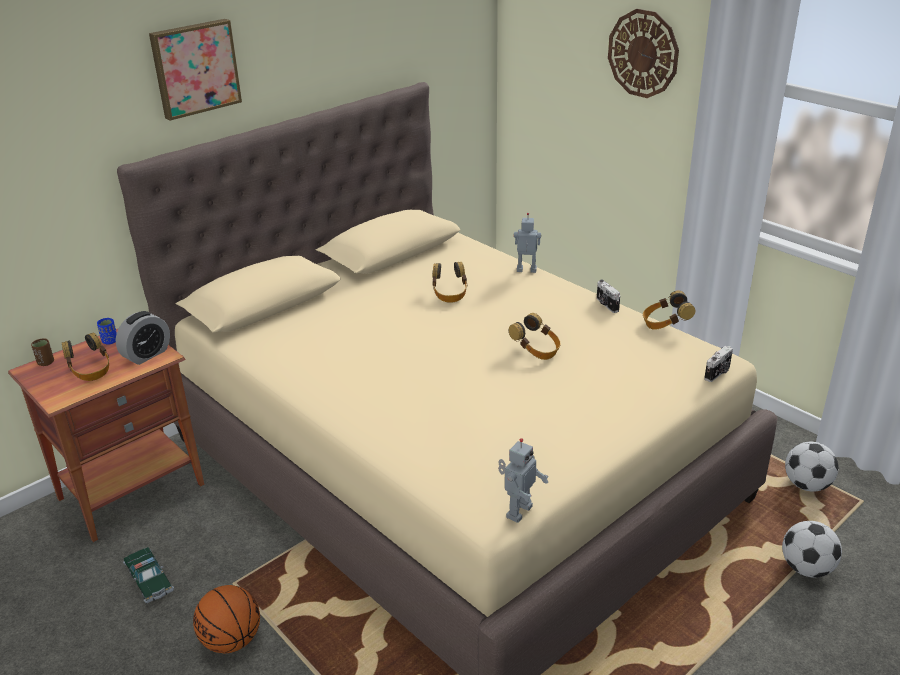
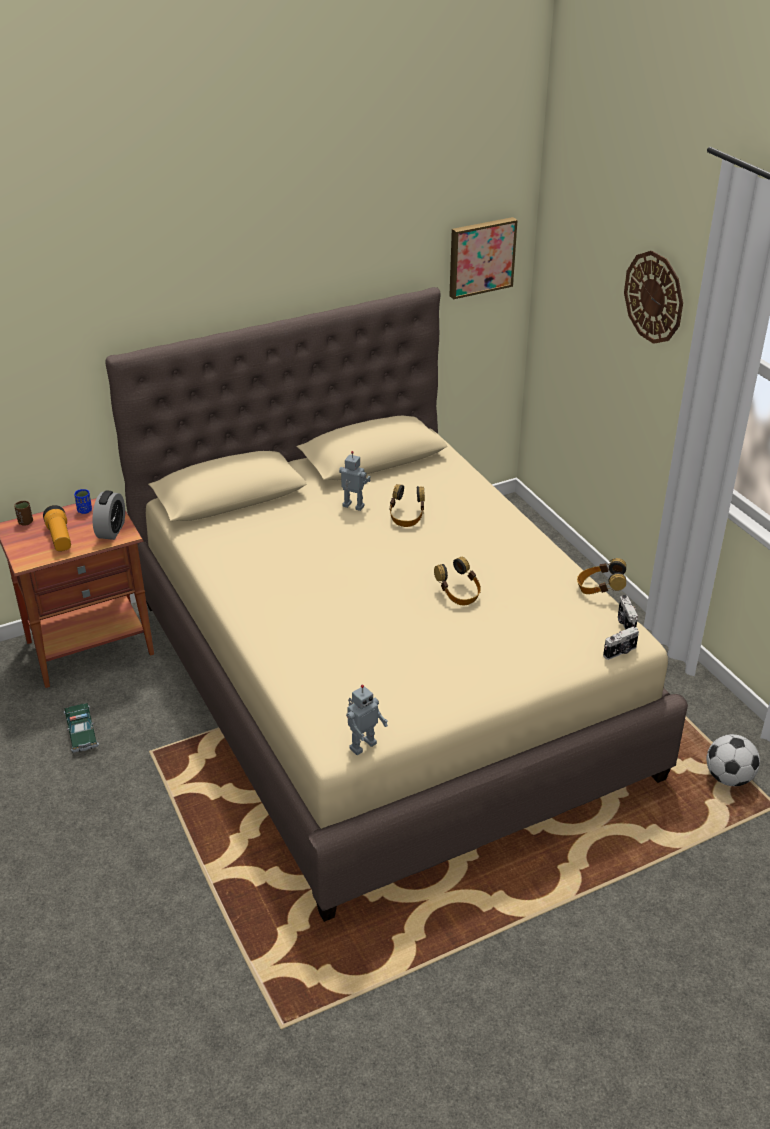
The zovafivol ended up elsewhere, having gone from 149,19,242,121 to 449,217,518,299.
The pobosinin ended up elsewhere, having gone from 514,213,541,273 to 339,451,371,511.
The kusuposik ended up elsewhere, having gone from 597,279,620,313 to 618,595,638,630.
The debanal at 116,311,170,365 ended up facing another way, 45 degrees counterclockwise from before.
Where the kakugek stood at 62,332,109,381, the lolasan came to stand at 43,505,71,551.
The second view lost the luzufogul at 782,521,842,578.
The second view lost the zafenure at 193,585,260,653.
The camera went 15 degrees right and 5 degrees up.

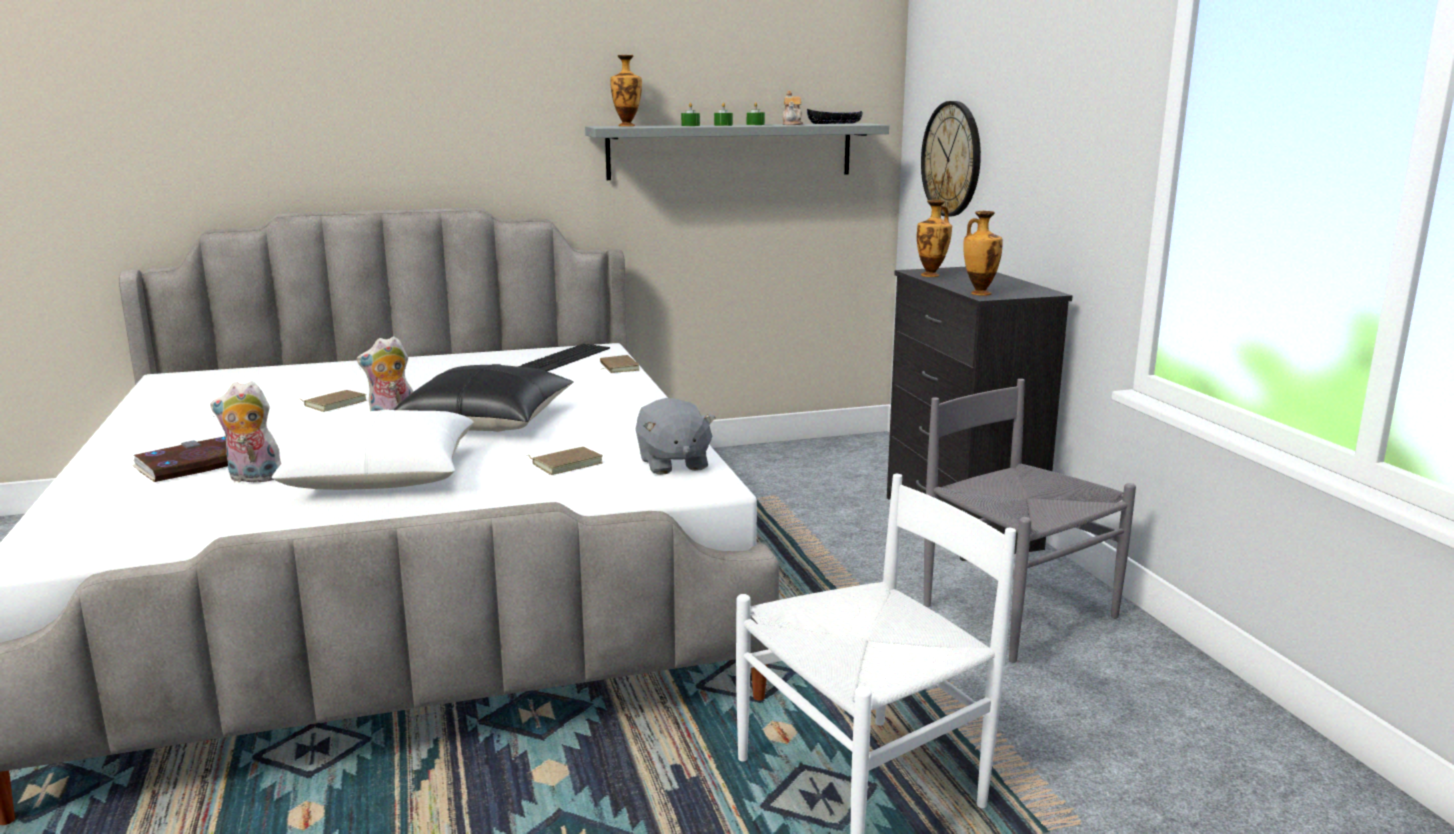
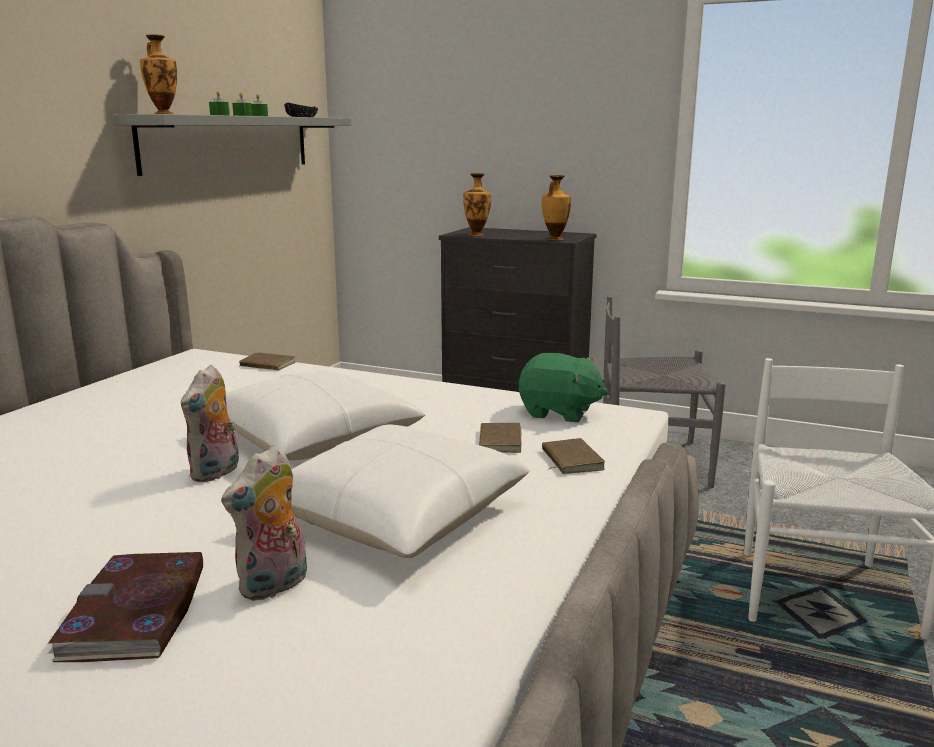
The second view lost the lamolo at 783,91,803,125.
The second view lost the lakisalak at 921,101,981,217.
The second view lost the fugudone at 518,344,610,371.
What was the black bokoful at 394,364,573,432 turned into the white bokoful at 226,370,426,461.
The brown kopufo ended up elsewhere, having gone from 301,390,366,412 to 542,438,605,474.
What was the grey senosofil at 636,398,715,475 turned into the green senosofil at 519,353,608,422.
The camera went 50 degrees left and 0 degrees up.

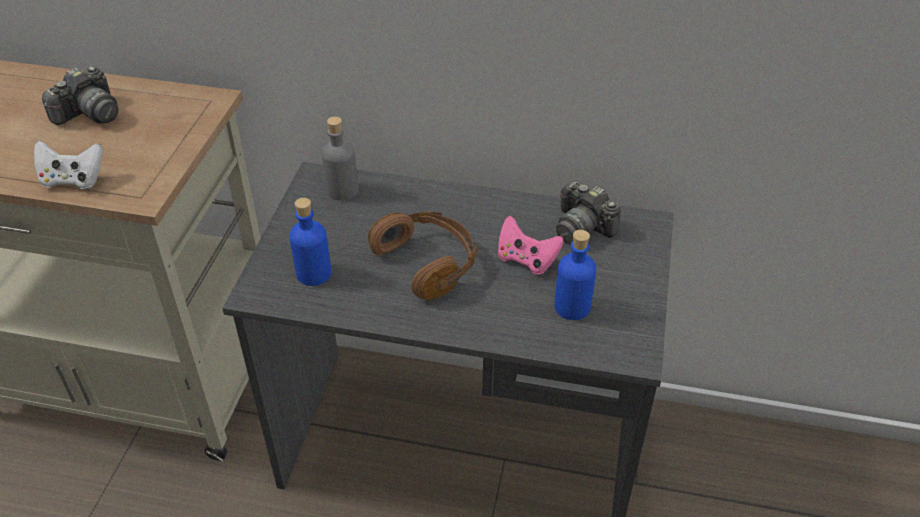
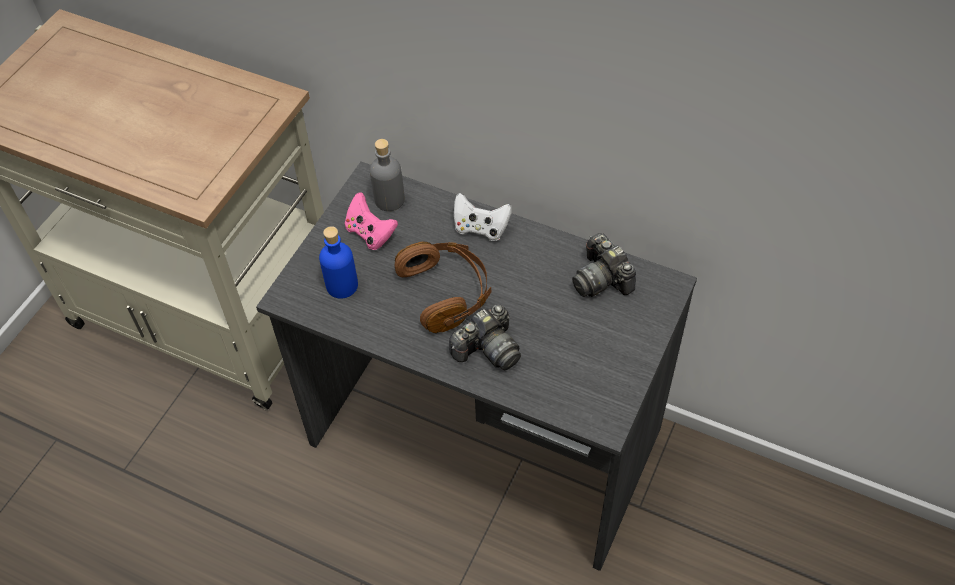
The kusuposik ended up elsewhere, having gone from 42,66,119,125 to 449,304,521,370.
The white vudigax ended up elsewhere, having gone from 34,141,103,190 to 454,193,512,241.
The pink vudigax ended up elsewhere, having gone from 498,216,564,275 to 345,192,398,250.
The second view lost the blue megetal at 554,230,596,320.
The camera went 15 degrees right and 10 degrees up.

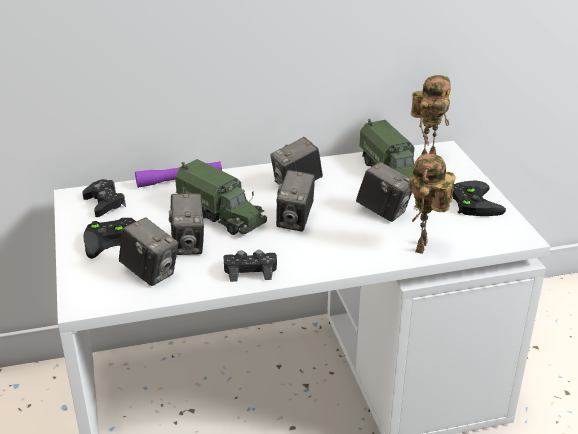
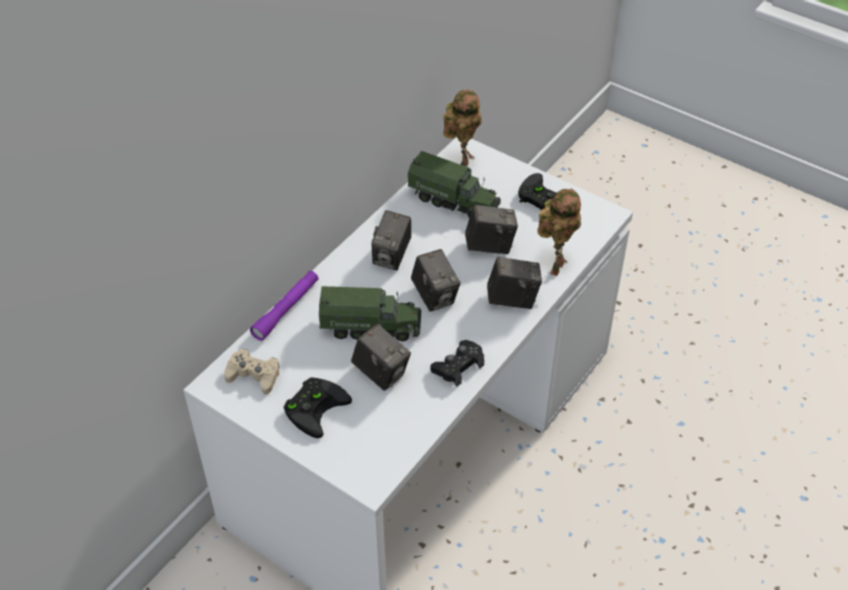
The pobosinin at 409,154,456,254 ended up facing another way, 135 degrees counterclockwise from before.
What was the black vudigax at 82,179,126,217 turned into the beige vudigax at 224,349,279,395.
The kusuposik ended up elsewhere, having gone from 119,217,179,286 to 487,257,542,309.
The camera went 40 degrees left and 15 degrees up.

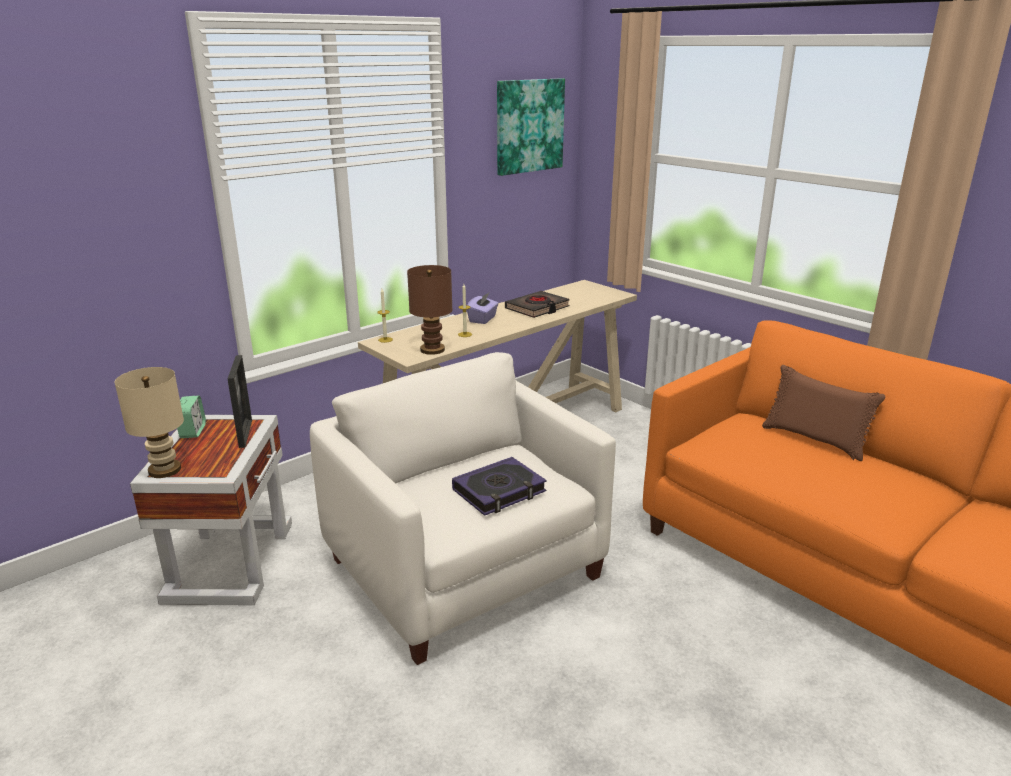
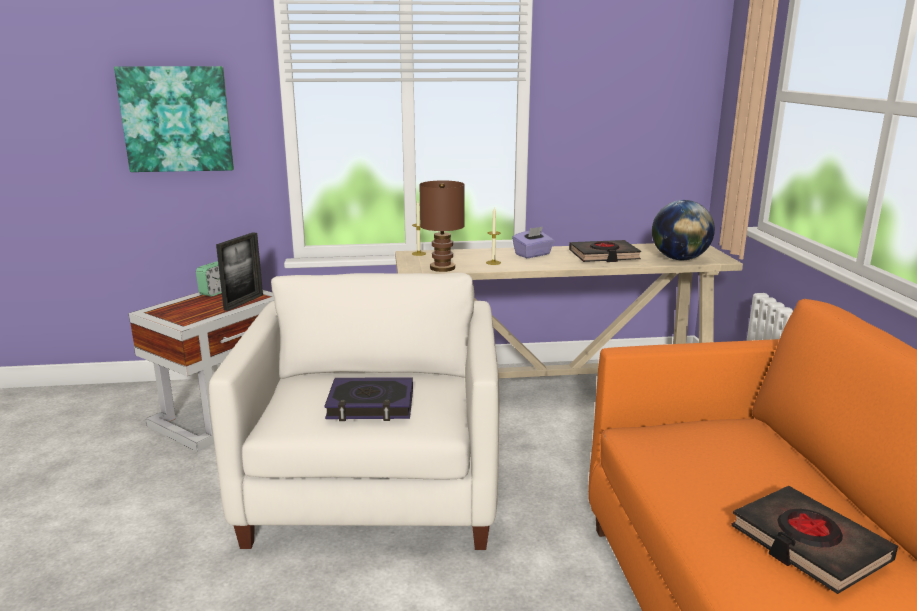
The zovafivol ended up elsewhere, having gone from 497,78,565,176 to 114,66,234,172.
The second view lost the brown bokoful at 762,365,885,461.
The second view lost the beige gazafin at 115,367,184,478.
The second view gained the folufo at 652,200,715,260.
The second view gained the black kopufo at 731,486,898,594.
The camera went 35 degrees right and 5 degrees down.

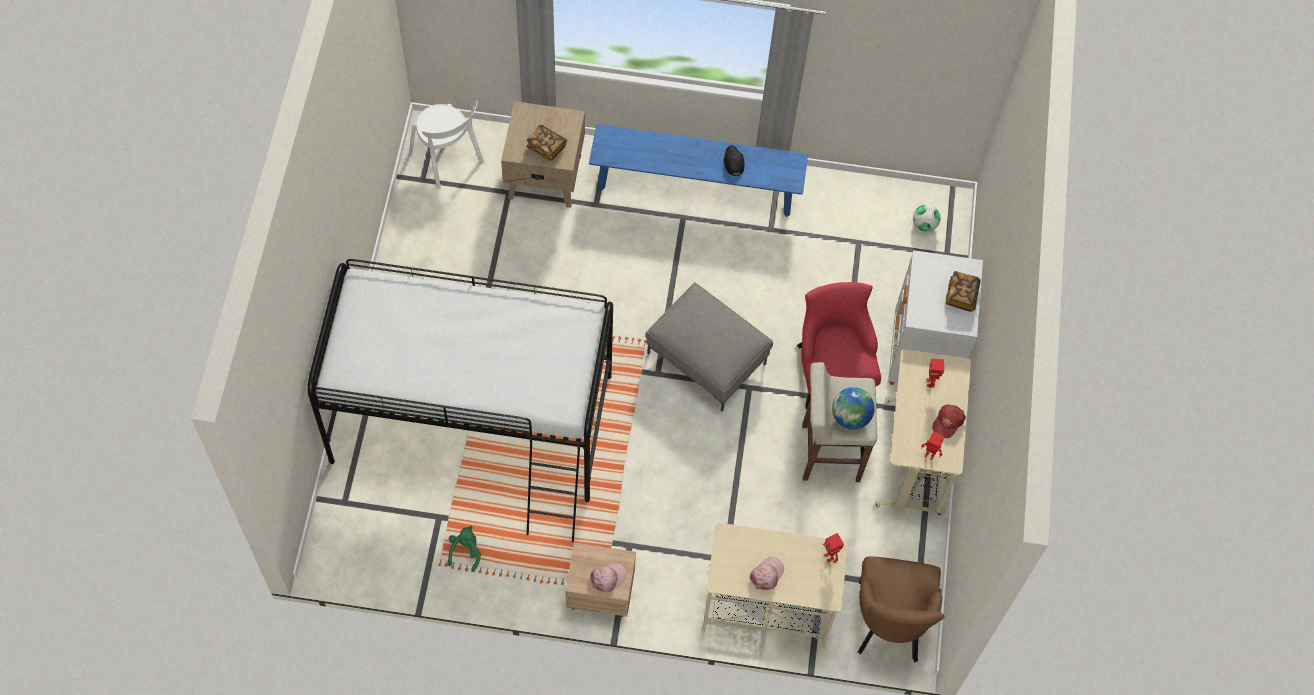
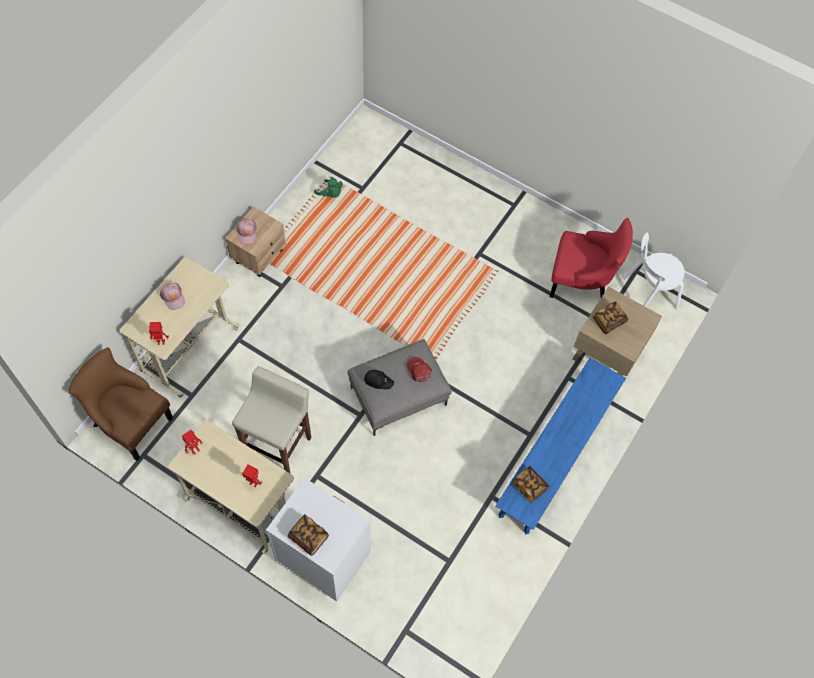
The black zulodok ended up elsewhere, having gone from 724,145,744,176 to 364,370,394,389.
The second view lost the luzufogul at 913,204,941,232.
The second view lost the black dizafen at 308,259,613,542.
The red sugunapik ended up elsewhere, having gone from 797,282,881,409 to 550,218,633,298.
The second view lost the folufo at 832,387,875,430.
The red zulodok ended up elsewhere, having gone from 932,404,966,438 to 407,357,432,382.
The second view gained the kopufo at 512,466,550,503.
The camera went 115 degrees right and 0 degrees up.

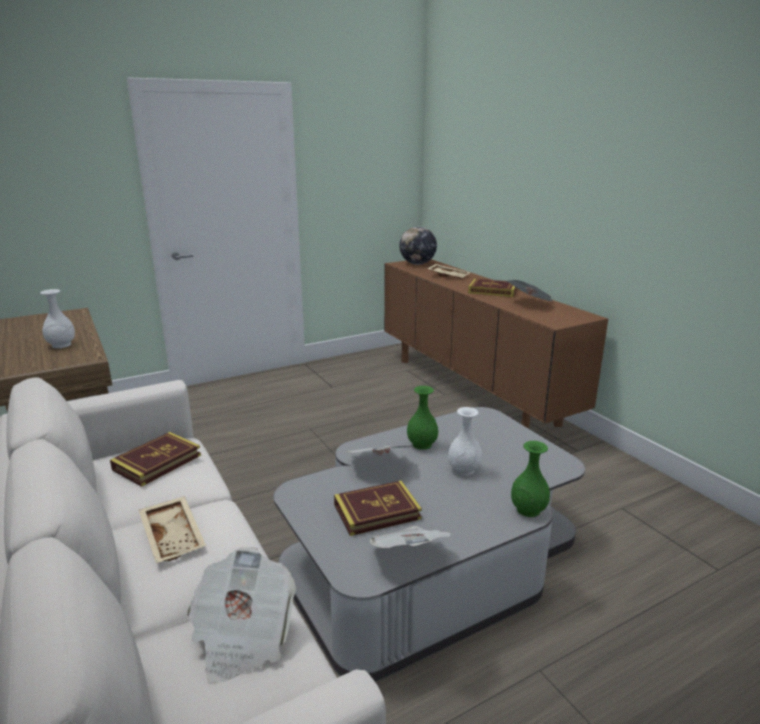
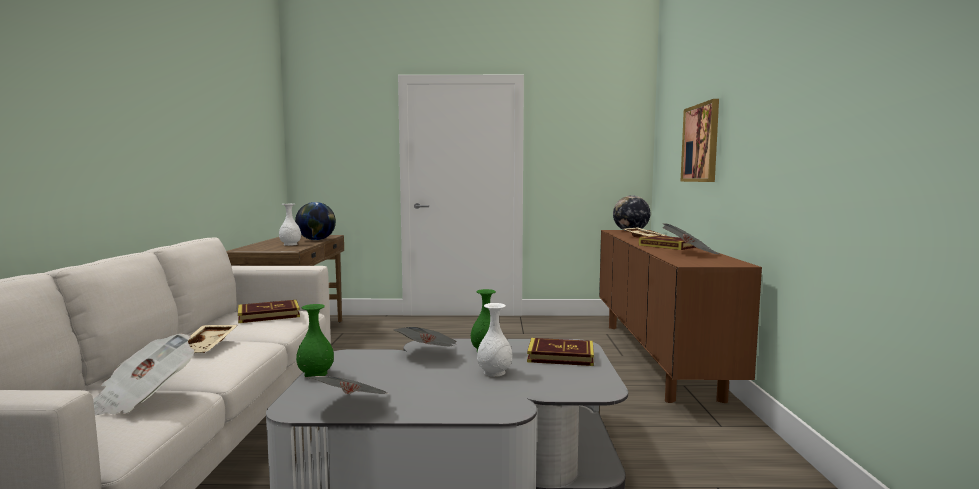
The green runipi ended up elsewhere, having gone from 511,441,550,517 to 296,304,334,377.
The kopufo ended up elsewhere, having gone from 334,481,422,536 to 527,338,594,366.
The second view gained the zovafivol at 681,99,719,182.
The second view gained the folufo at 295,202,336,240.
The camera went 30 degrees right and 15 degrees down.

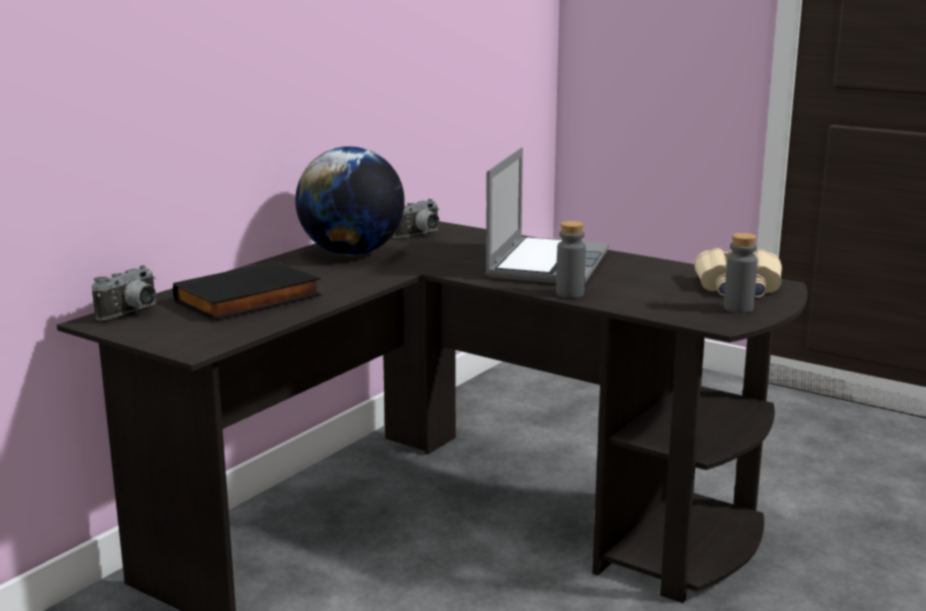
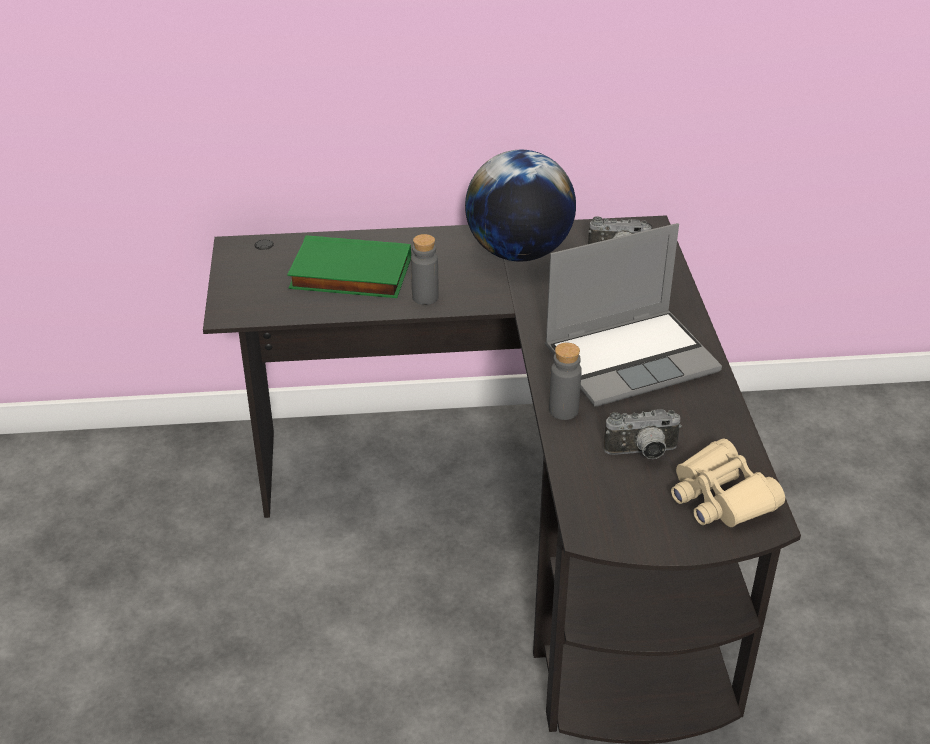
The grey megetal ended up elsewhere, having gone from 724,233,758,313 to 411,234,439,305.
What was the black kopufo at 173,261,321,321 turned into the green kopufo at 287,236,411,298.
The kusuposik ended up elsewhere, having gone from 92,265,156,320 to 604,409,682,459.
The camera went 50 degrees right and 20 degrees up.

